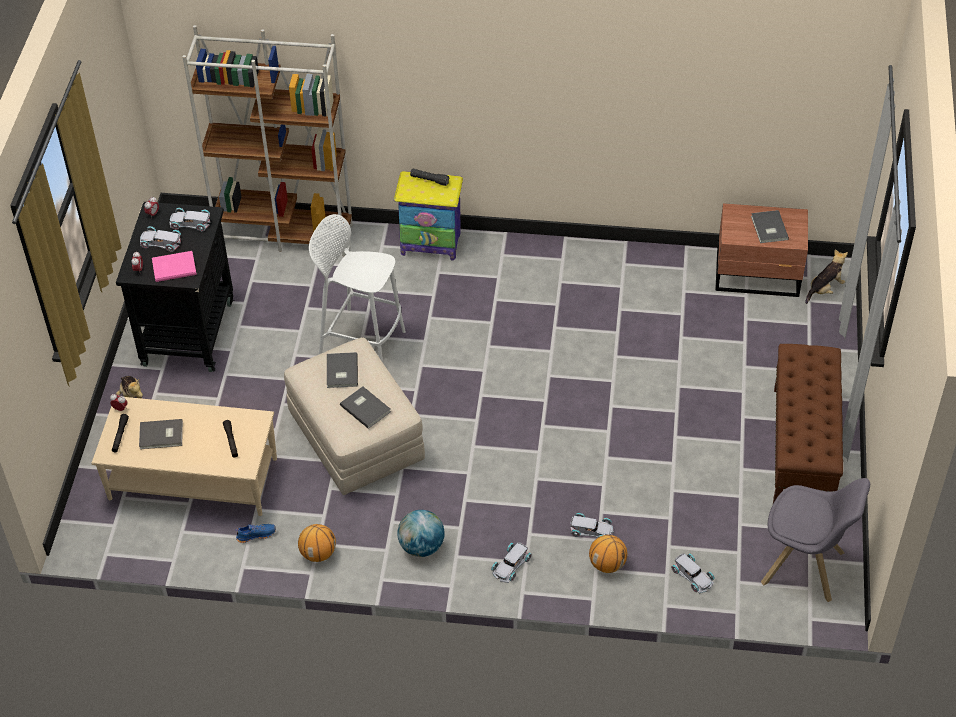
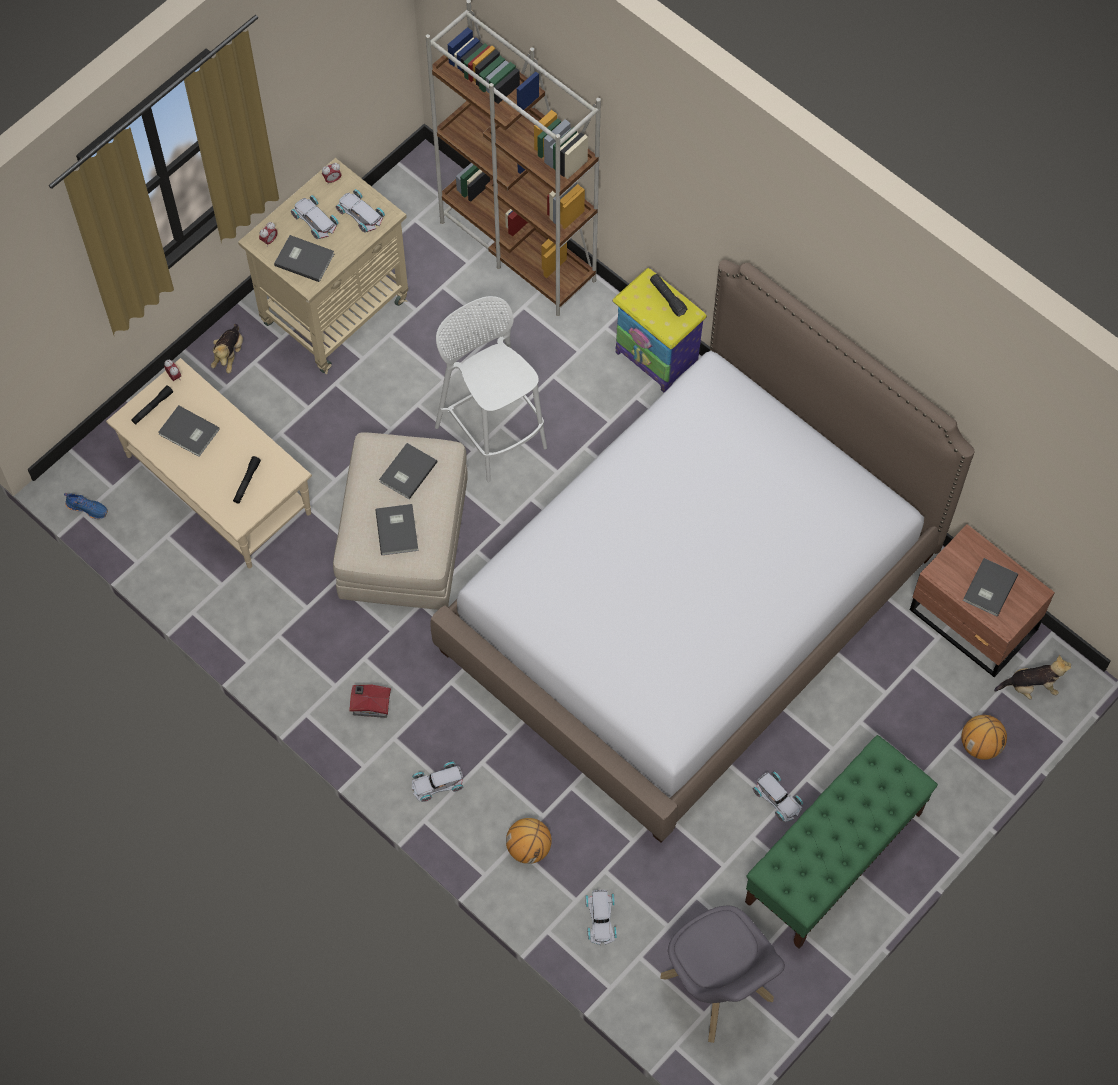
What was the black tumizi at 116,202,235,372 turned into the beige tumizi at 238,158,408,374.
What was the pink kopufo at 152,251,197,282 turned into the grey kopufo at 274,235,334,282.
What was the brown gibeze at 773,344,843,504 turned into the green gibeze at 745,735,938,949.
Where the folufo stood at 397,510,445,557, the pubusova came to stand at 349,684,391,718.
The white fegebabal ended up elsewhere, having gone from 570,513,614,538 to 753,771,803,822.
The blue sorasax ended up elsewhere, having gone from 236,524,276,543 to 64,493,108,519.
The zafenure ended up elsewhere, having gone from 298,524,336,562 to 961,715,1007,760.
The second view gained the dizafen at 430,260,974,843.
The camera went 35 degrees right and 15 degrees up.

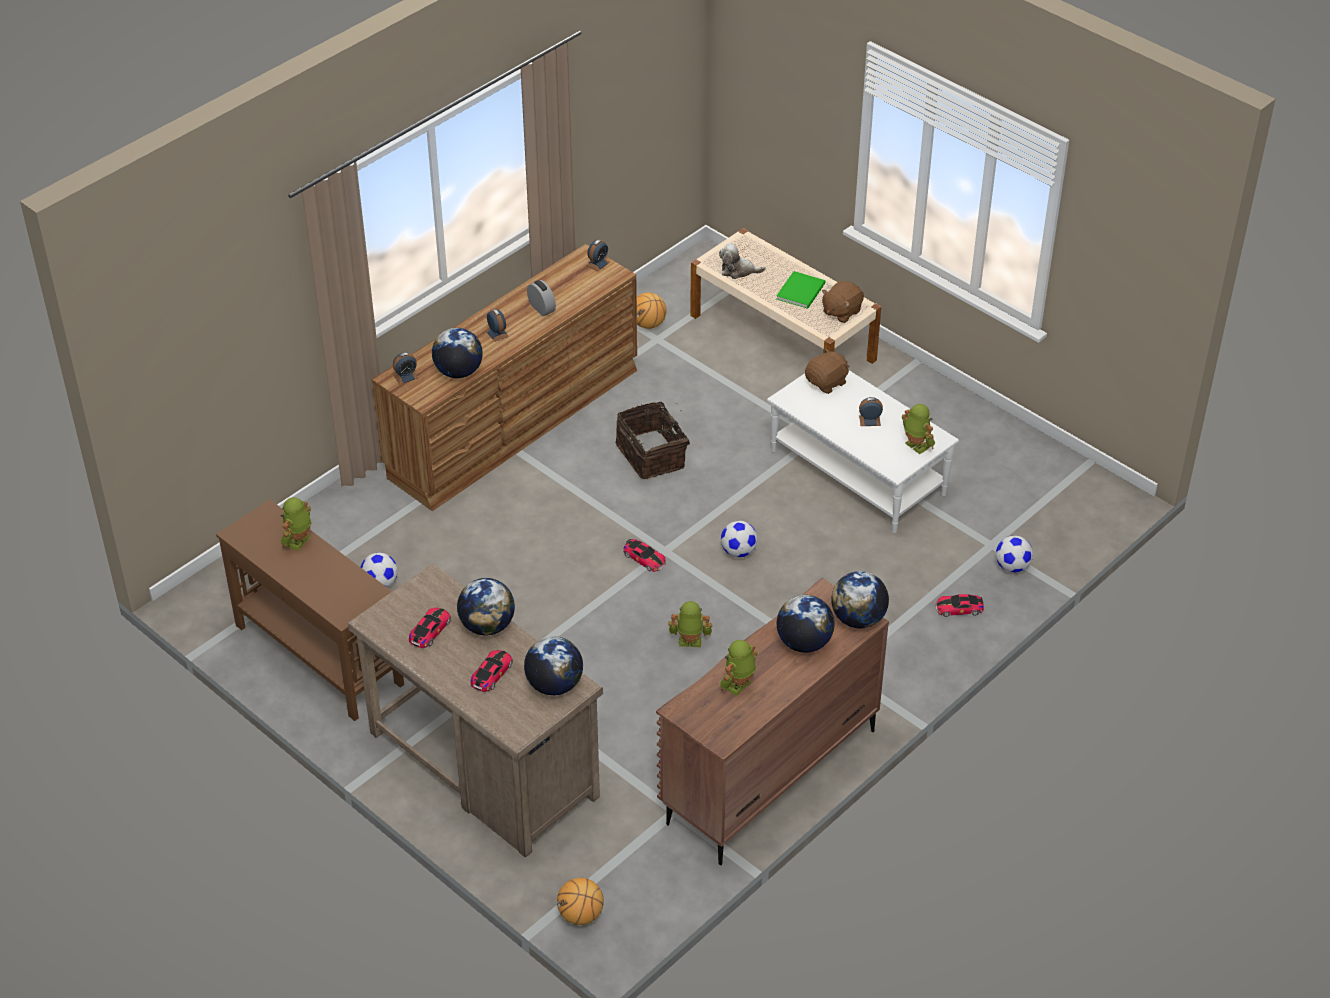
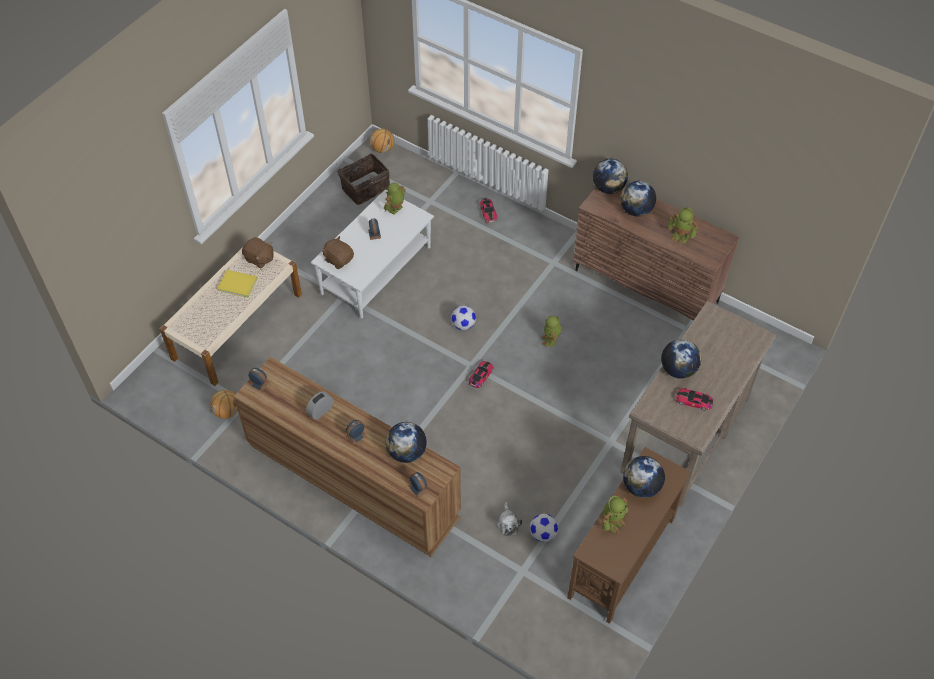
The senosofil ended up elsewhere, having gone from 719,243,765,279 to 497,501,522,536.
What was the green kopufo at 776,271,826,309 turned into the yellow kopufo at 217,270,258,298.
The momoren ended up elsewhere, having gone from 615,402,690,479 to 337,153,390,205.
The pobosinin at 281,497,311,551 ended up facing another way, 60 degrees counterclockwise from before.
The second view lost the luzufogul at 996,536,1033,573.
The folufo ended up elsewhere, having gone from 524,636,583,695 to 623,456,665,498.
The second view lost the fegebabal at 471,650,513,692.
The zafenure ended up elsewhere, having gone from 557,878,604,925 to 370,129,394,153.
The camera went 100 degrees left and 10 degrees up.

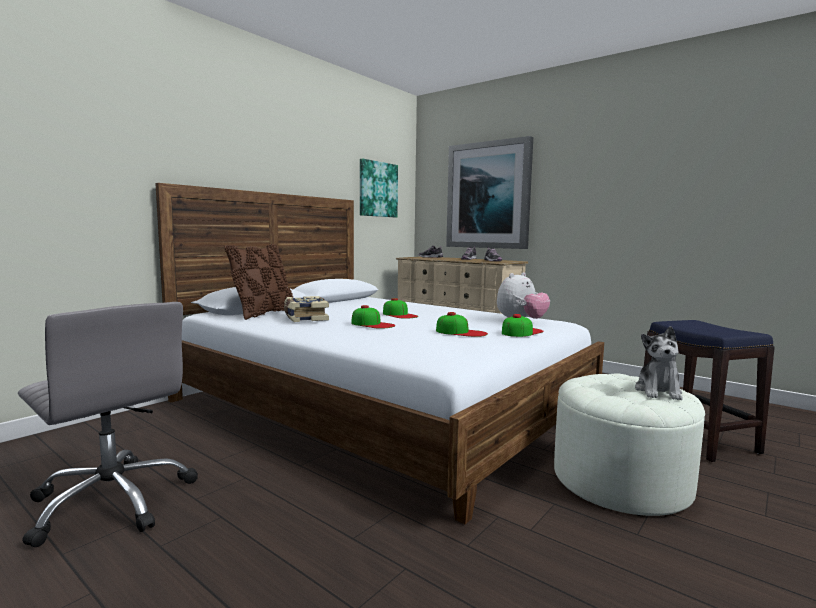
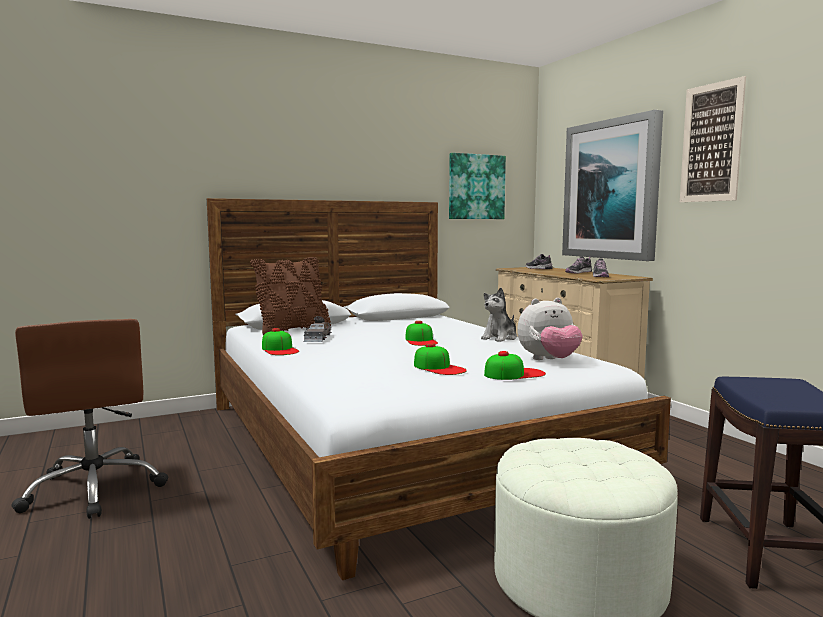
Where the kopufo stood at 284,296,329,322, the grey fegebabal came to stand at 304,316,332,342.
What was the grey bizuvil at 18,302,198,547 turned into the brown bizuvil at 11,319,168,519.
The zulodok ended up elsewhere, having gone from 351,305,395,329 to 262,328,299,355.
The senosofil ended up elsewhere, having gone from 635,326,683,400 to 481,287,517,342.
The second view gained the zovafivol at 680,76,746,202.
The camera went 25 degrees right and 0 degrees up.

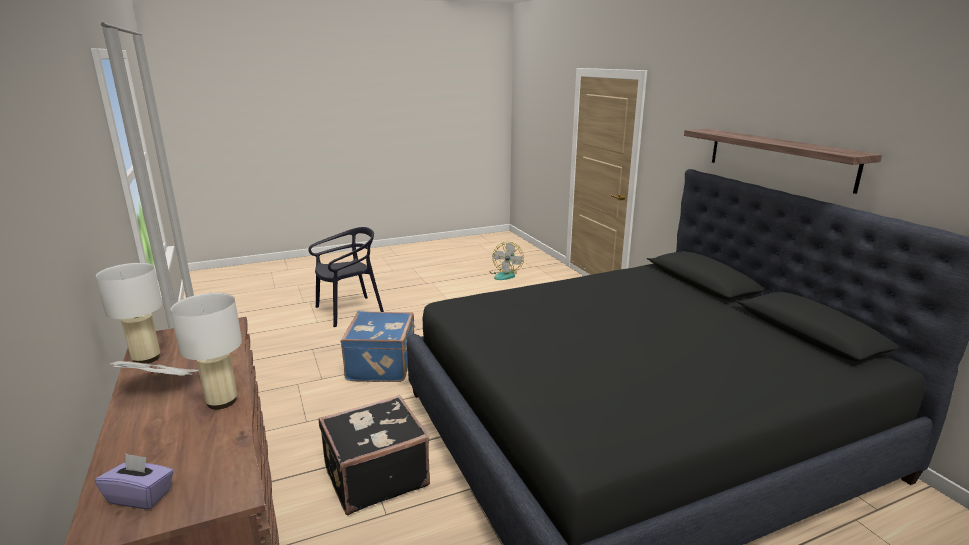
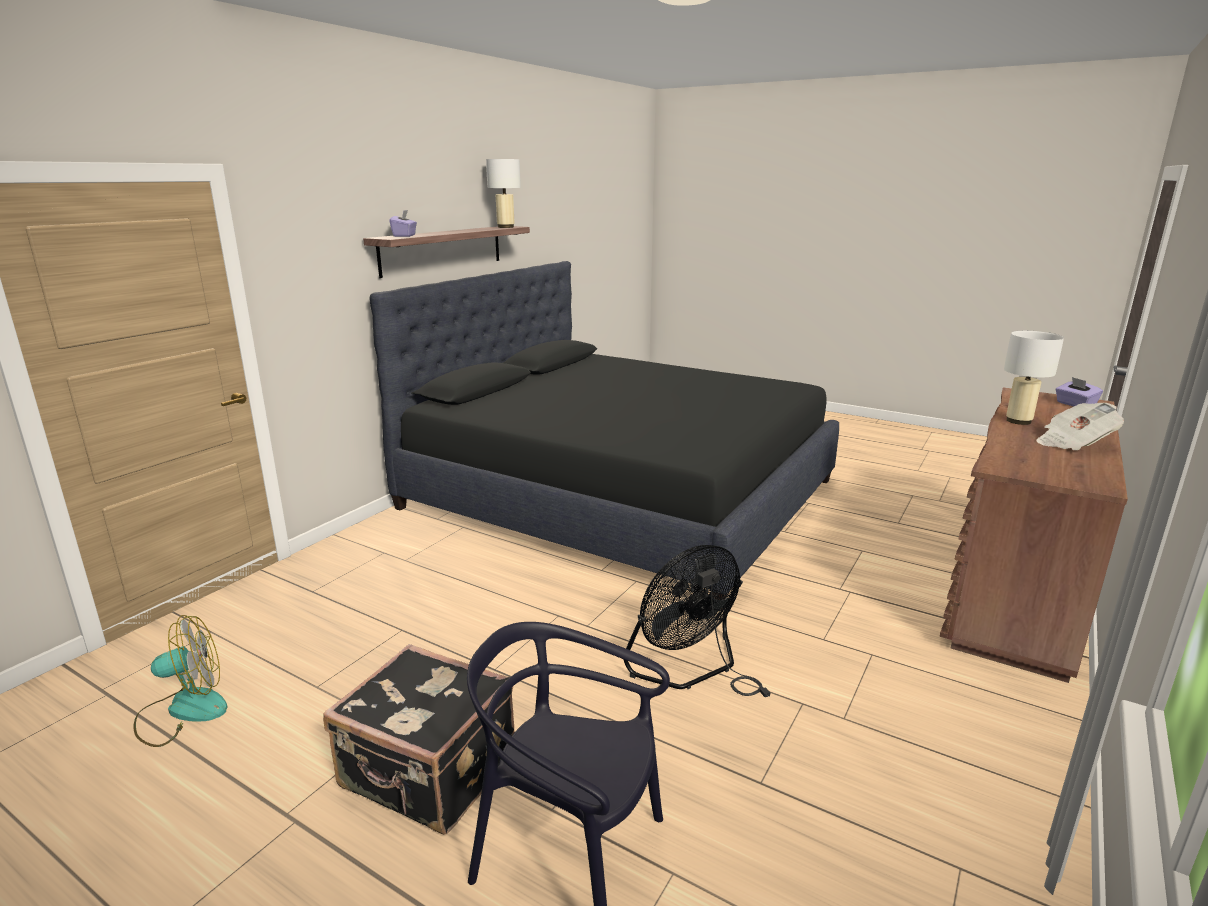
The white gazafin ended up elsewhere, having gone from 96,263,162,364 to 486,159,521,228.
Where the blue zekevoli stood at 341,311,415,382, the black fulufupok came to stand at 624,545,770,697.
The black zekevoli ended up elsewhere, having gone from 319,395,430,515 to 323,644,515,834.
The second view gained the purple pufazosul at 390,210,417,237.
The camera went 125 degrees left and 0 degrees up.

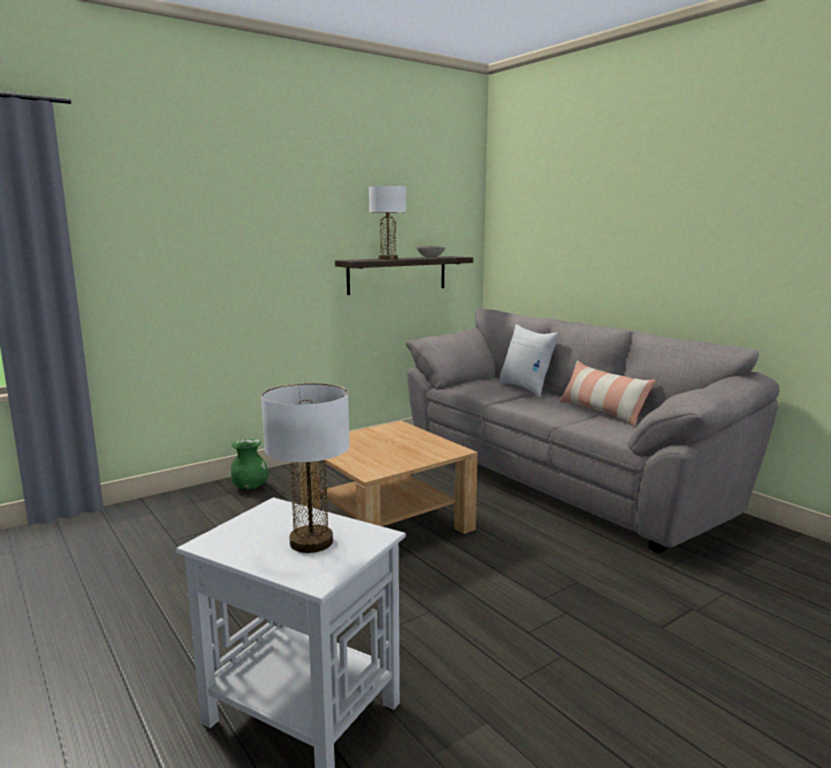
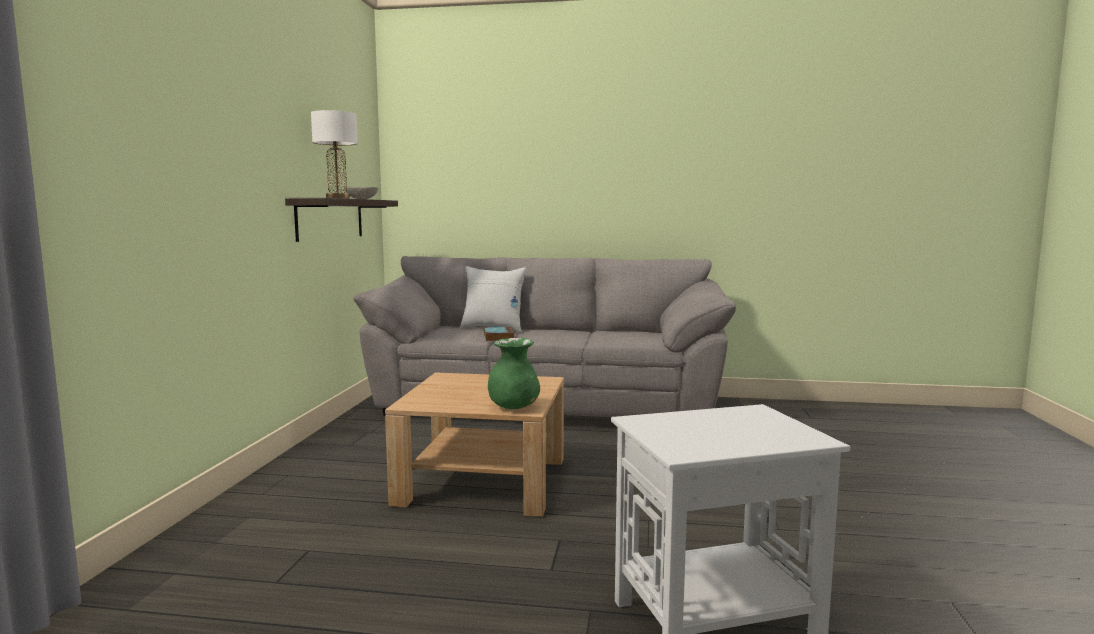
The second view lost the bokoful at 558,361,656,427.
The second view lost the gazafin at 261,383,350,553.
The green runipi ended up elsewhere, having gone from 231,439,269,489 to 488,338,540,409.
The second view gained the kopufo at 484,327,514,341.
The camera went 45 degrees left and 5 degrees down.

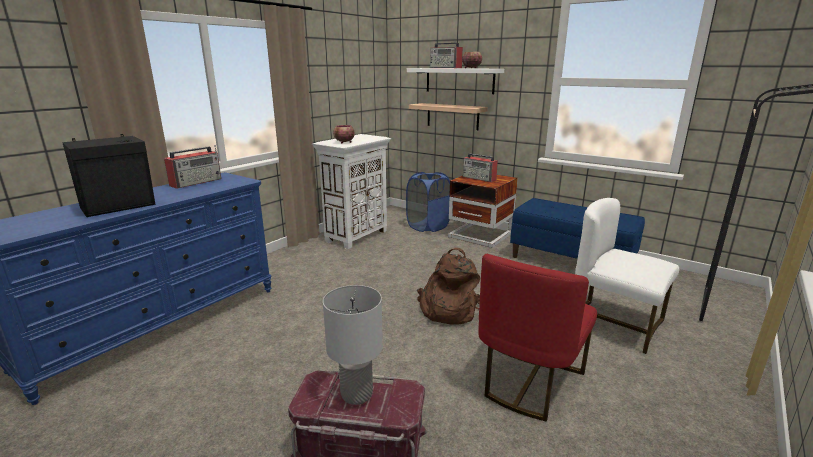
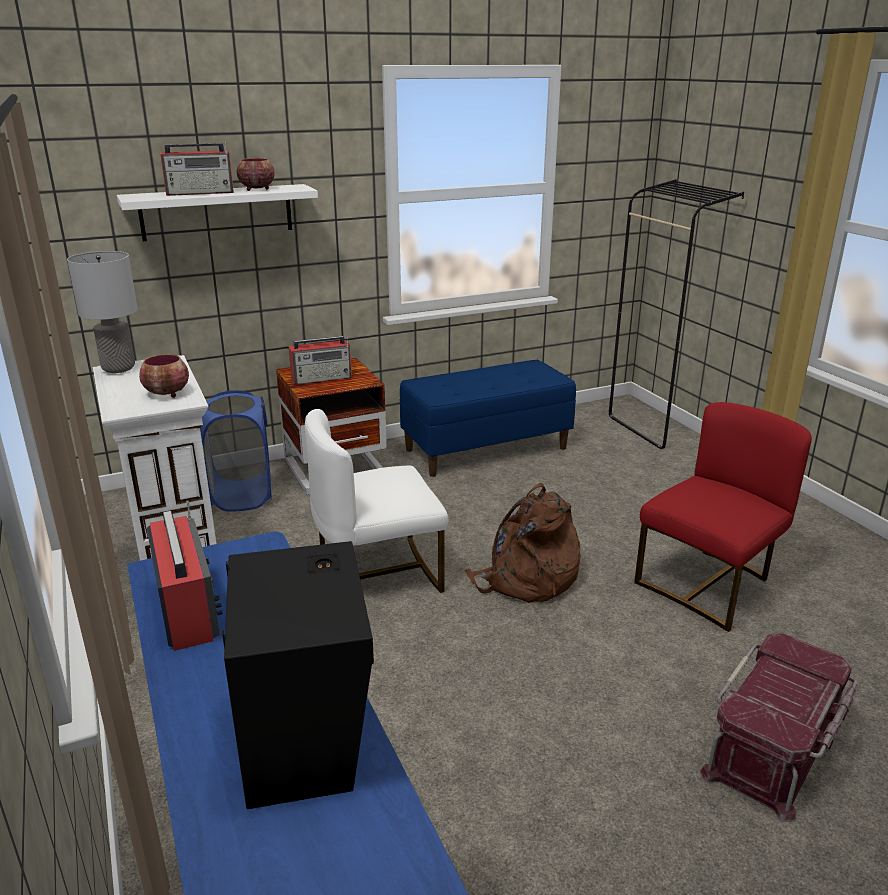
The second view lost the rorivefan at 409,103,488,130.
The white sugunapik ended up elsewhere, having gone from 575,198,679,354 to 305,409,448,593.
The red sugunapik at 478,254,597,422 ended up facing another way, 105 degrees counterclockwise from before.
The grey gazafin ended up elsewhere, having gone from 323,285,383,405 to 67,251,138,373.
The camera went 60 degrees left and 5 degrees up.

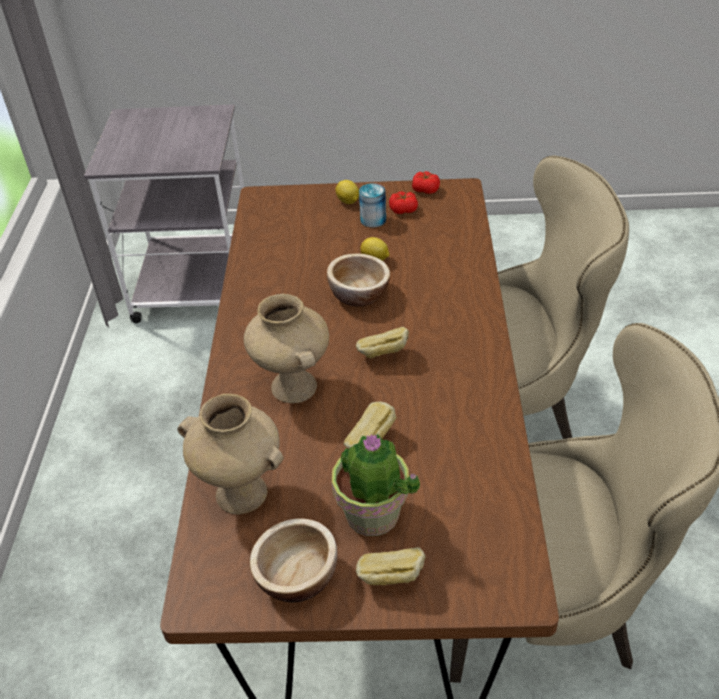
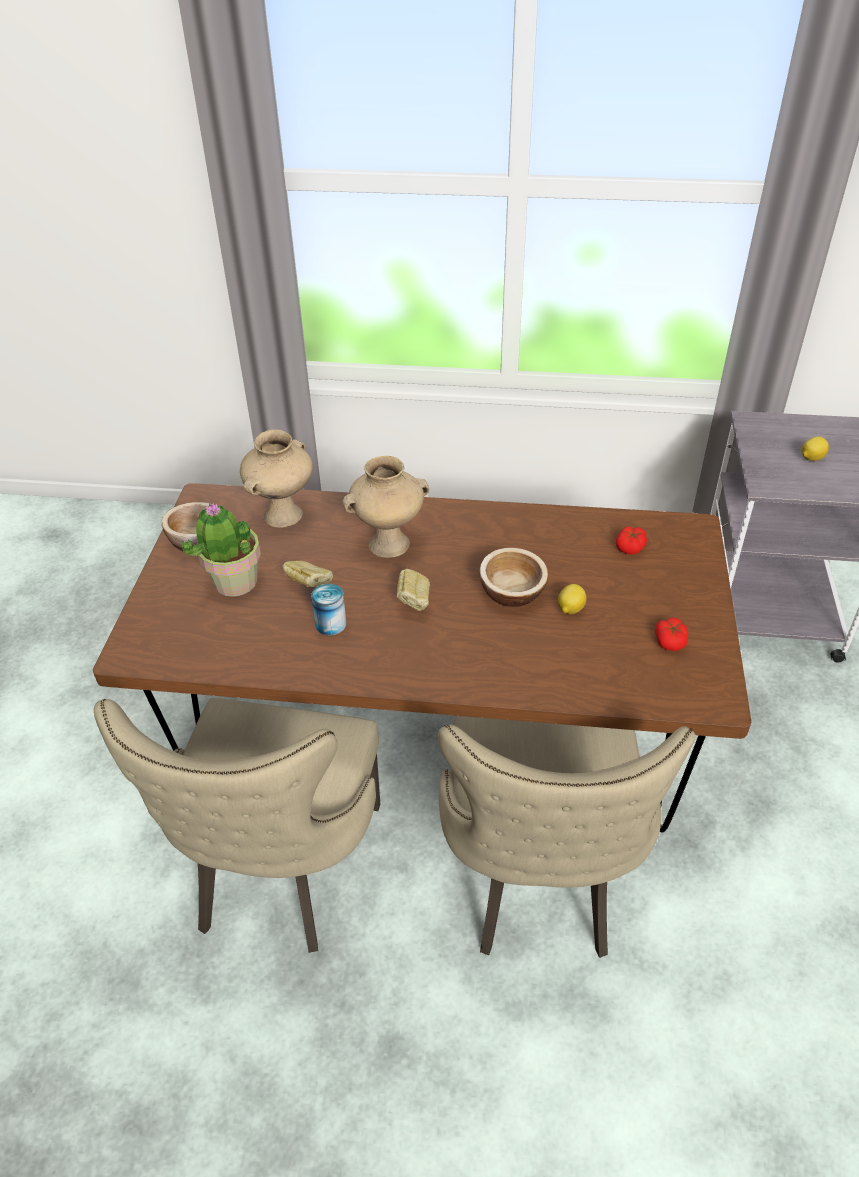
The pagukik ended up elsewhere, having gone from 412,171,440,194 to 616,526,647,555.
The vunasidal ended up elsewhere, having gone from 335,180,359,204 to 802,437,829,461.
The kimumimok ended up elsewhere, having gone from 359,183,386,228 to 311,584,346,636.
The second view lost the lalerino at 356,547,426,585.
The camera went 95 degrees right and 0 degrees up.

